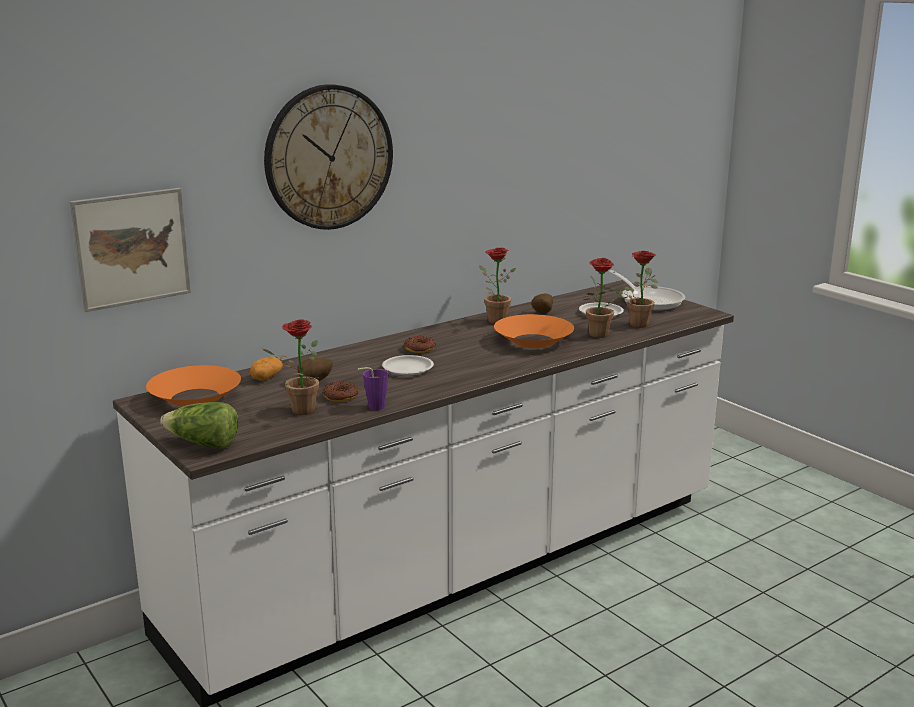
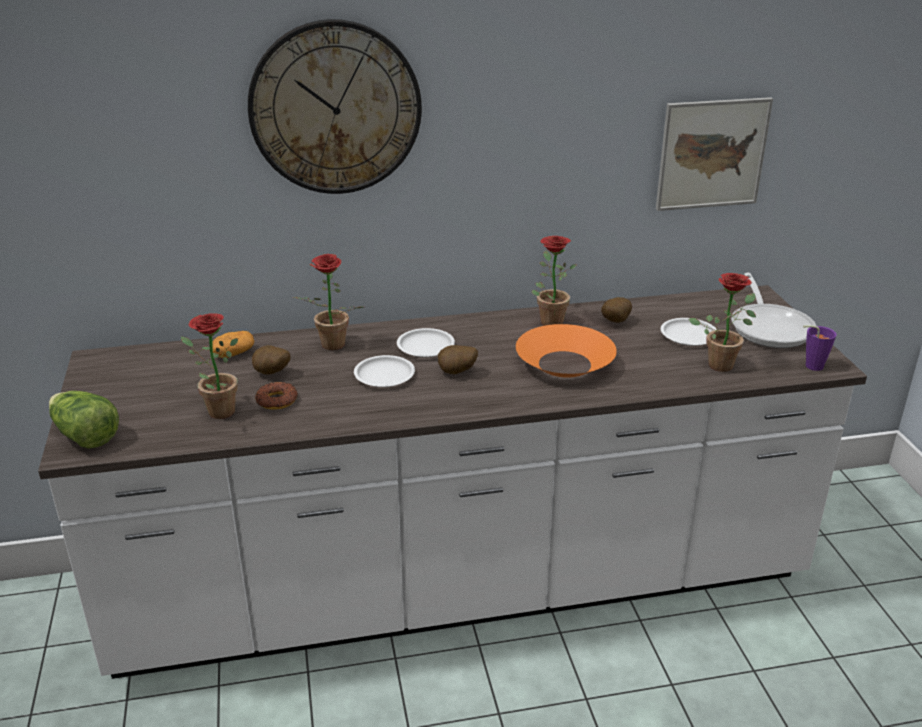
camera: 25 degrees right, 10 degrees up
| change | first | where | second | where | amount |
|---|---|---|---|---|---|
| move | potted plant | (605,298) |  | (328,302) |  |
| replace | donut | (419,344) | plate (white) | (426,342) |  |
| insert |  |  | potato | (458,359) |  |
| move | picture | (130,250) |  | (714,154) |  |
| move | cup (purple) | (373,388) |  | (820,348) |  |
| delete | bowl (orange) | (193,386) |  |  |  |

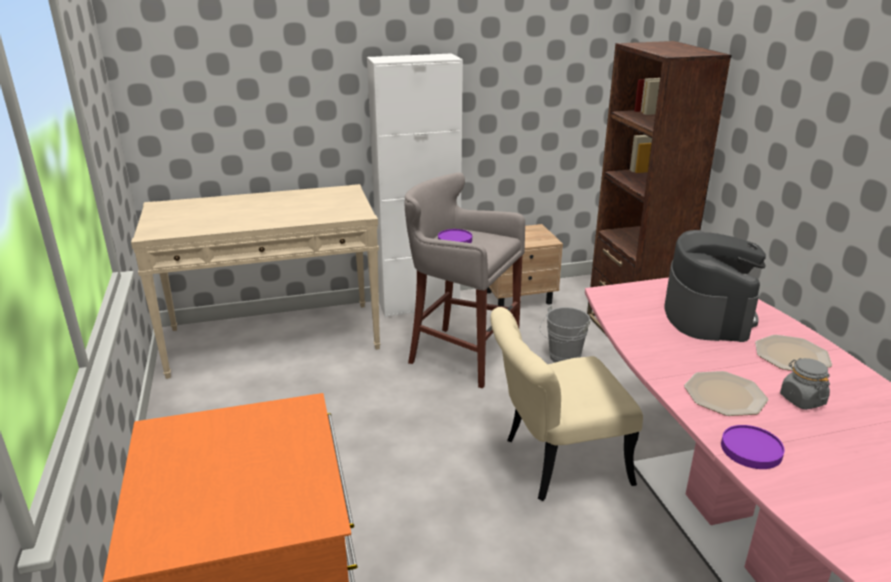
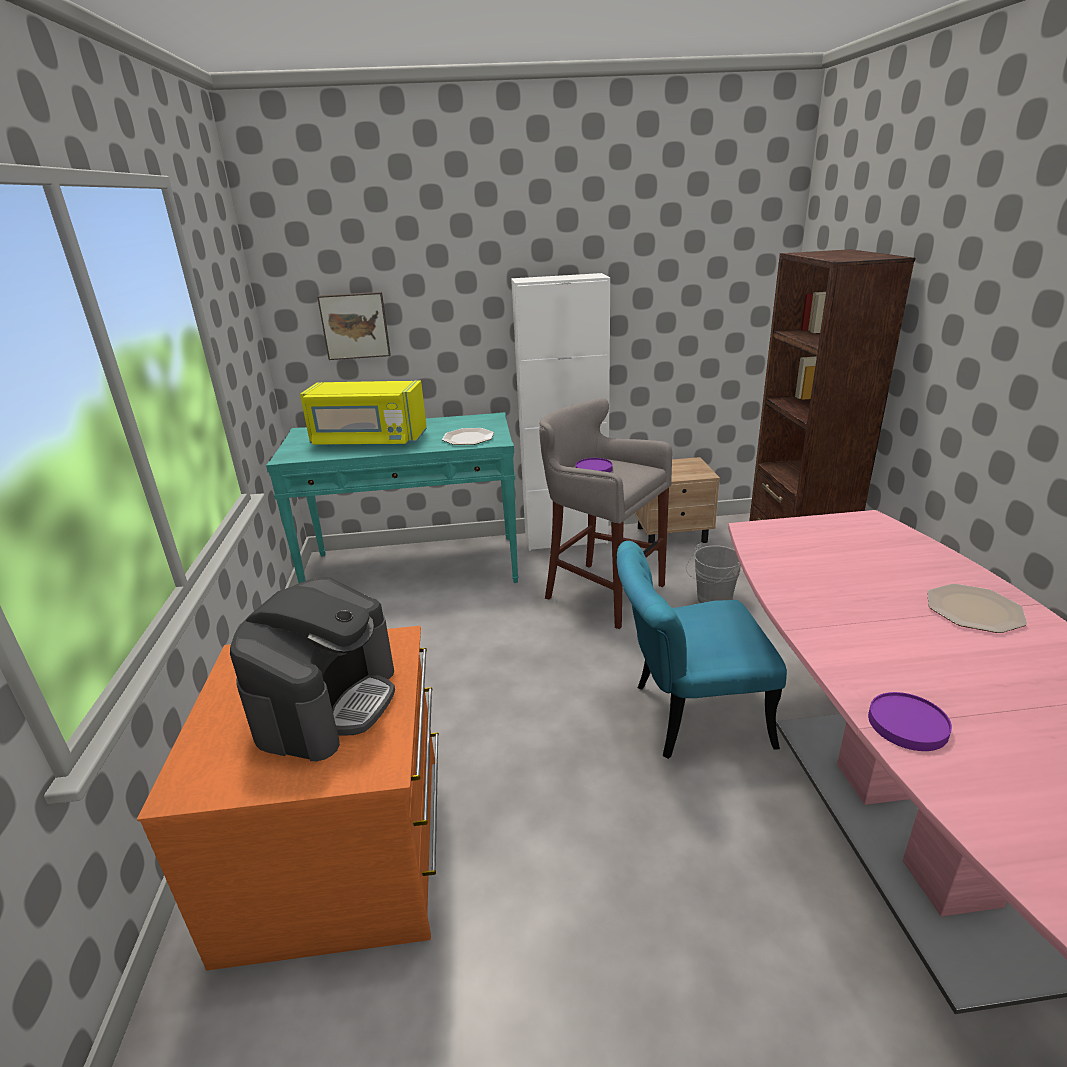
camera: 10 degrees right, 0 degrees up
| change | first | where | second | where | amount |
|---|---|---|---|---|---|
| move | coffee machine | (715,286) |  | (312,669) |  |
| recolor | console table (beige) | (255,281) | console table (turquoise) | (392,497) |  |
| insert |  |  | microwave (yellow) | (363,413) |  |
| insert |  |  | picture | (354,326) |  |
| move | plate | (726,393) |  | (468,436) |  |
| recolor | chair (beige) | (566,404) | chair (turquoise) | (702,650) |  |
| delete | jar (grey) | (805,384) |  |  |  |

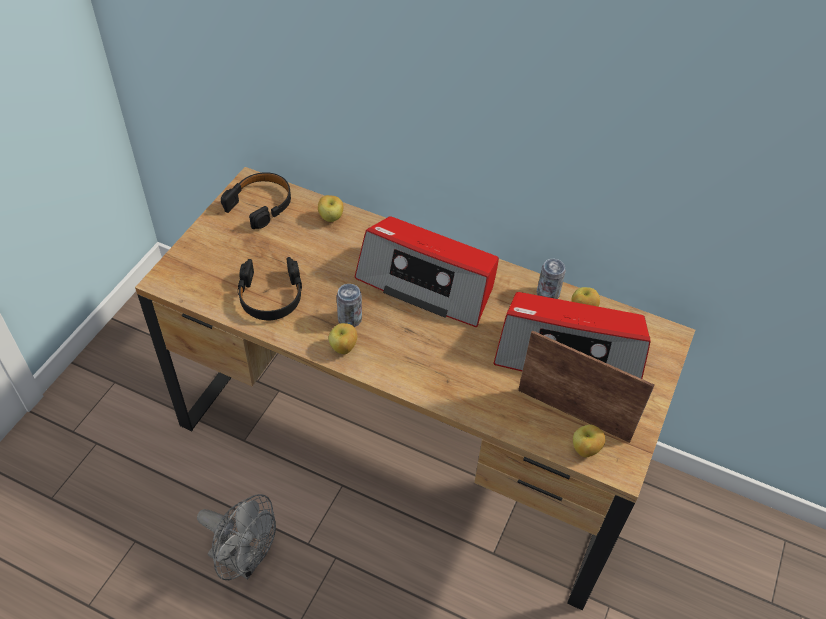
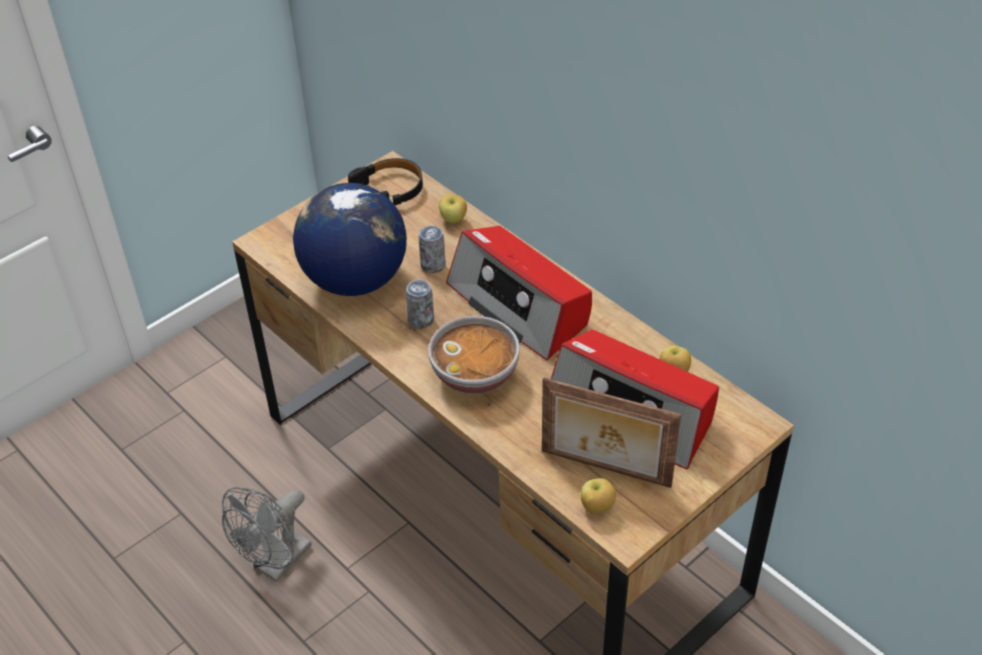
camera: 25 degrees right, 5 degrees down
| change | first | where | second | where | amount |
|---|---|---|---|---|---|
| rotate | fan (grey) | (236,537) |  | (267,534) | 75 degrees clockwise |
| replace | headphones (black) | (269,288) | globe | (350,239) |  |
| move | can | (551,279) |  | (432,249) |  |
| insert |  |  | bowl | (474,355) |  |
| rotate | picture frame | (586,386) |  | (611,433) | 150 degrees clockwise |
| delete | apple | (343,338) |  |  |  |

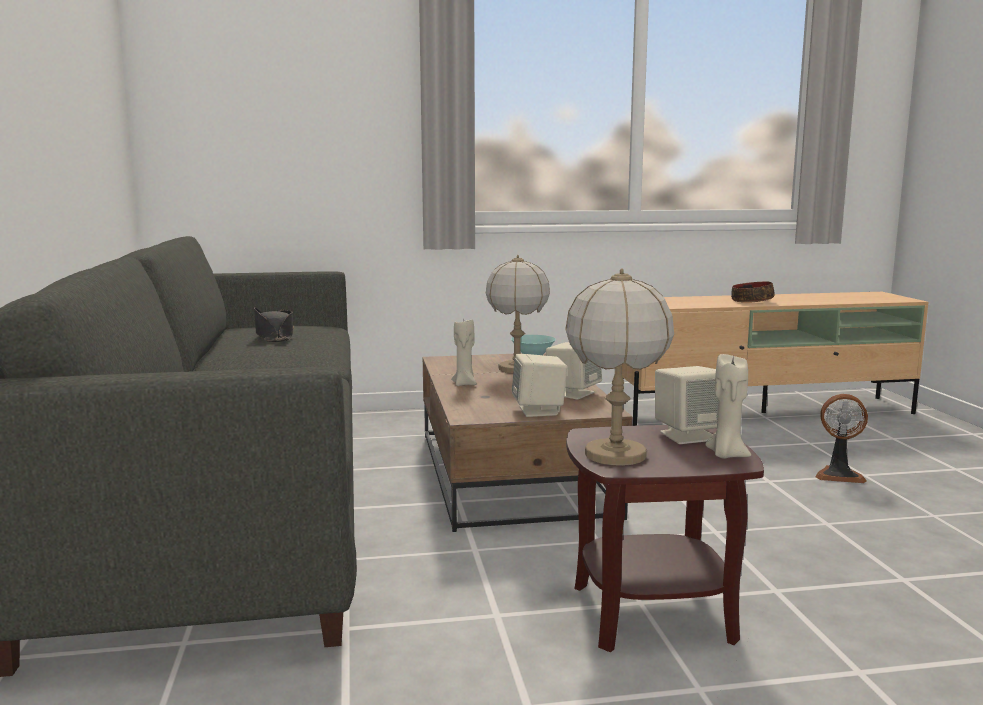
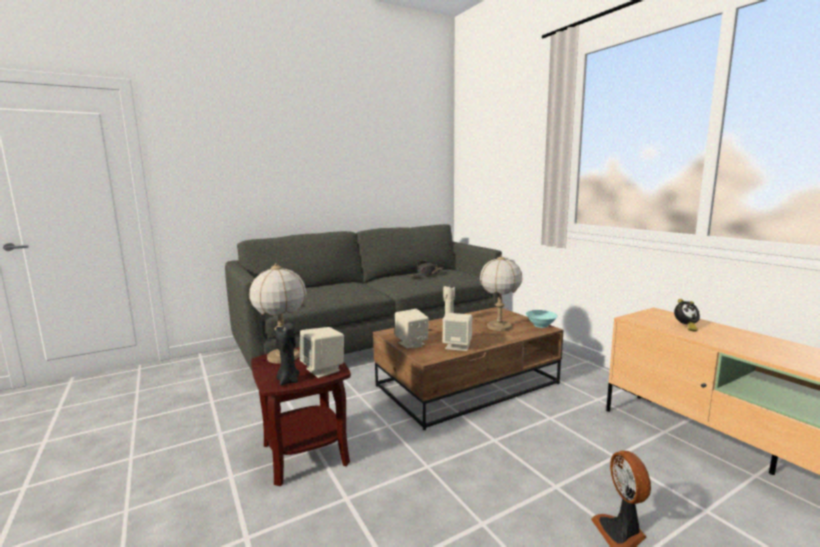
camera: 70 degrees right, 0 degrees up
| change | first | where | second | where | amount |
|---|---|---|---|---|---|
| recolor | candle (beige) | (728,406) | candle (black) | (287,354) |  |
| insert |  |  | alarm clock | (687,315) |  |
| delete | bowl | (753,292) |  |  |  |

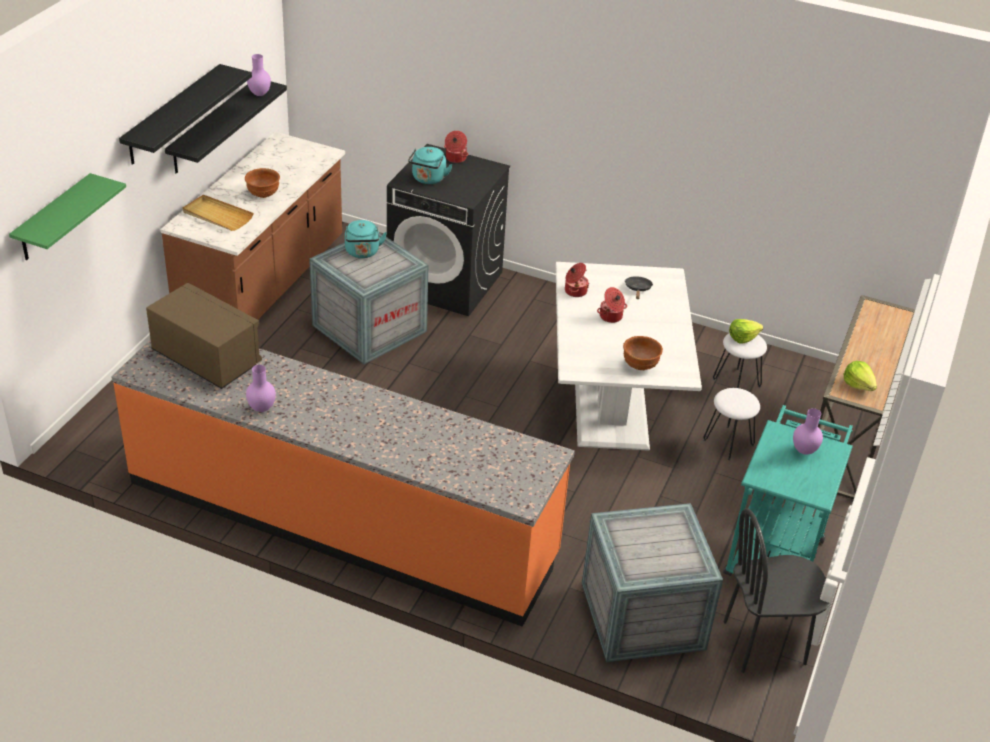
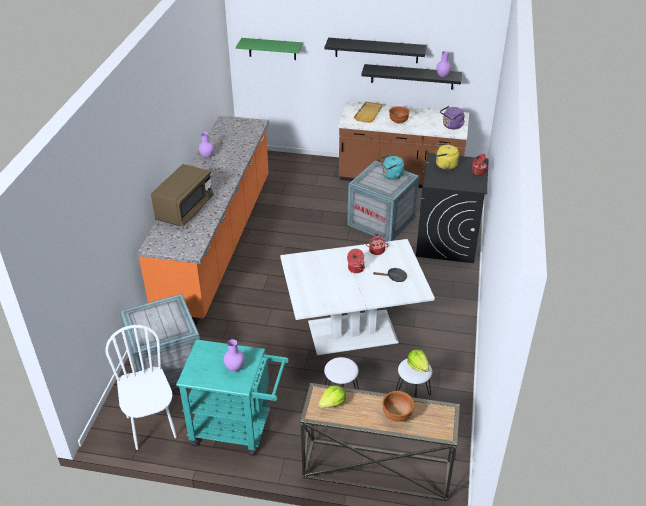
camera: 80 degrees right, 0 degrees up
| change | first | where | second | where | amount |
|---|---|---|---|---|---|
| recolor | chair (black) | (777,590) | chair (white) | (141,387) |  |
| move | microwave (brown) | (204,336) |  | (182,195) |  |
| move | bowl (brown) | (643,353) |  | (398,406) |  |
| recolor | kettle (turquoise) | (430,165) | kettle (yellow) | (447,156) |  |
| insert |  |  | kettle (purple) | (452,117) |  |

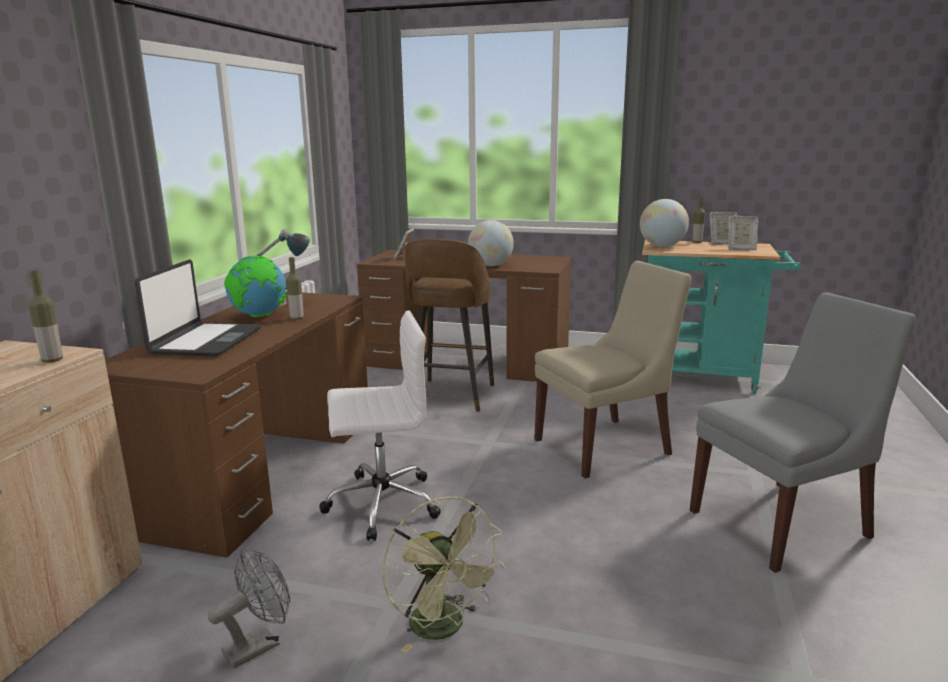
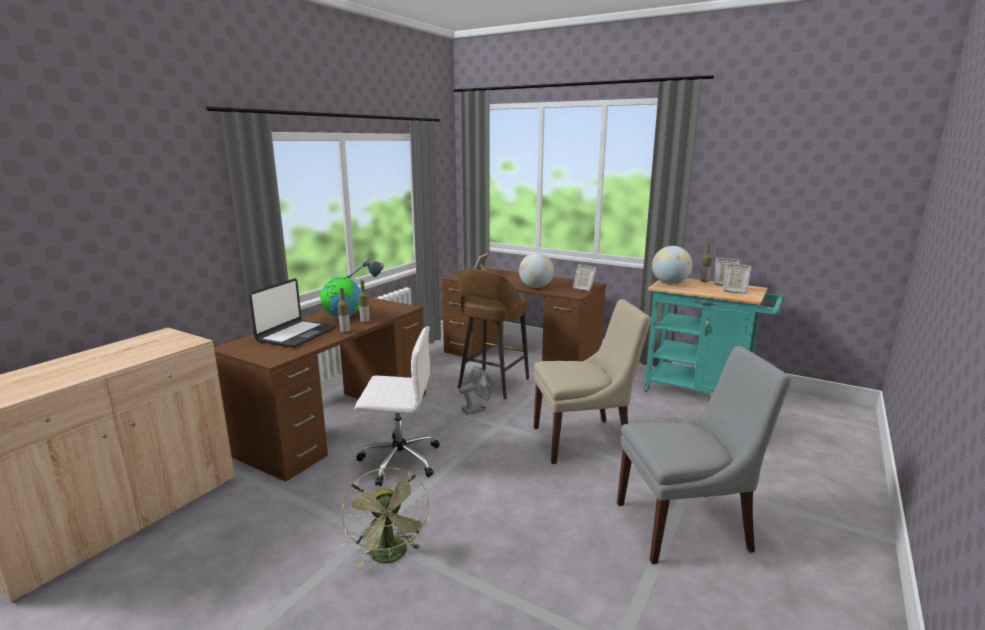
camera: 15 degrees right, 0 degrees up
| change | first | where | second | where | amount |
|---|---|---|---|---|---|
| move | bottle | (45,317) |  | (344,310) |  |
| move | fan (grey) | (249,609) |  | (475,390) |  |
| insert |  |  | picture frame | (585,278) |  |

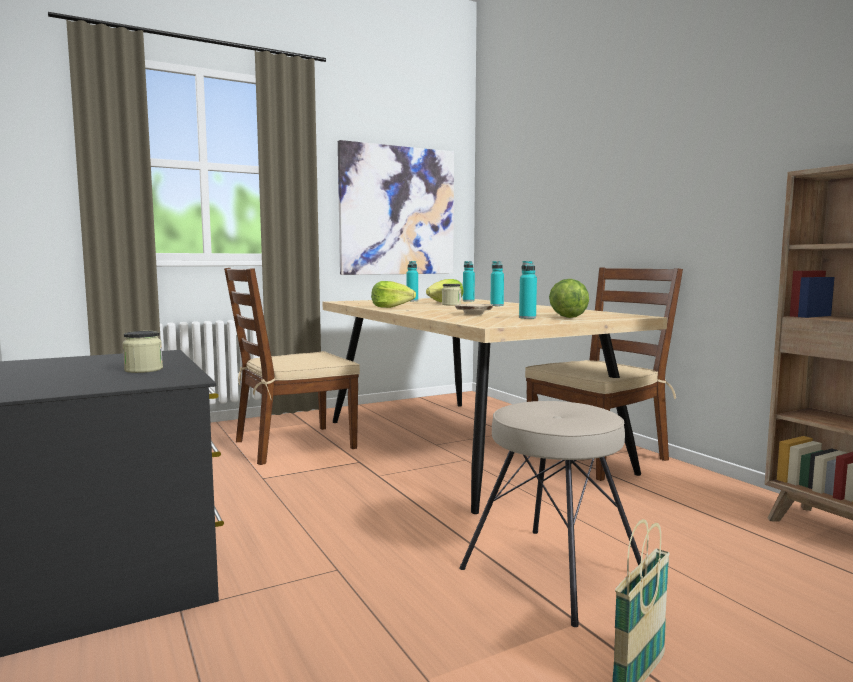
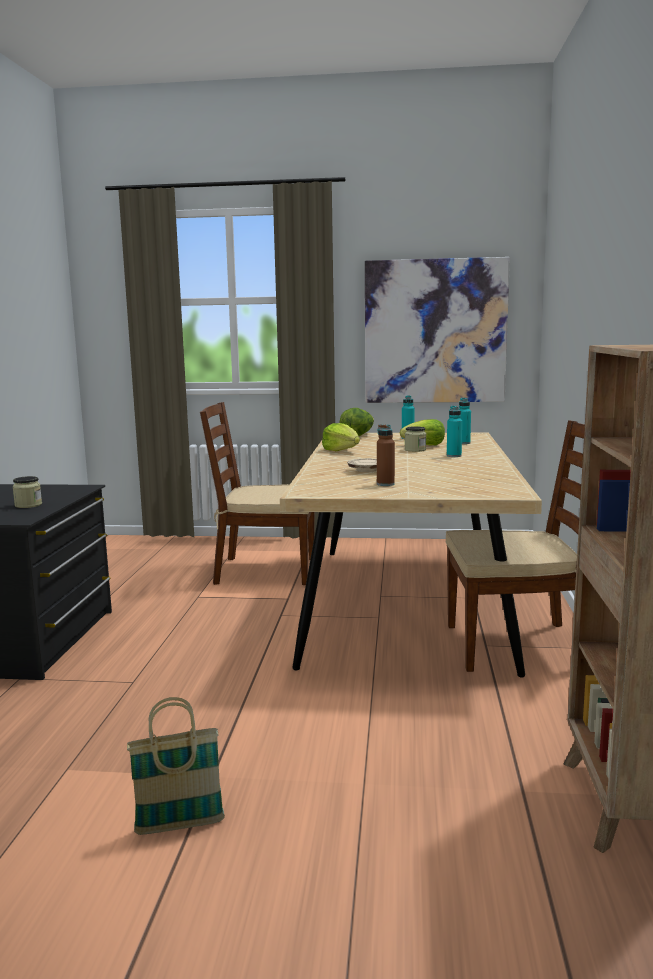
camera: 35 degrees right, 5 degrees up
| change | first | where | second | where | amount |
|---|---|---|---|---|---|
| move | lettuce | (569,298) |  | (356,422) |  |
| recolor | bottle (turquoise) | (528,290) | bottle (brown) | (386,455) |  |
| delete | stool (beige) | (550,514) |  |  |  |

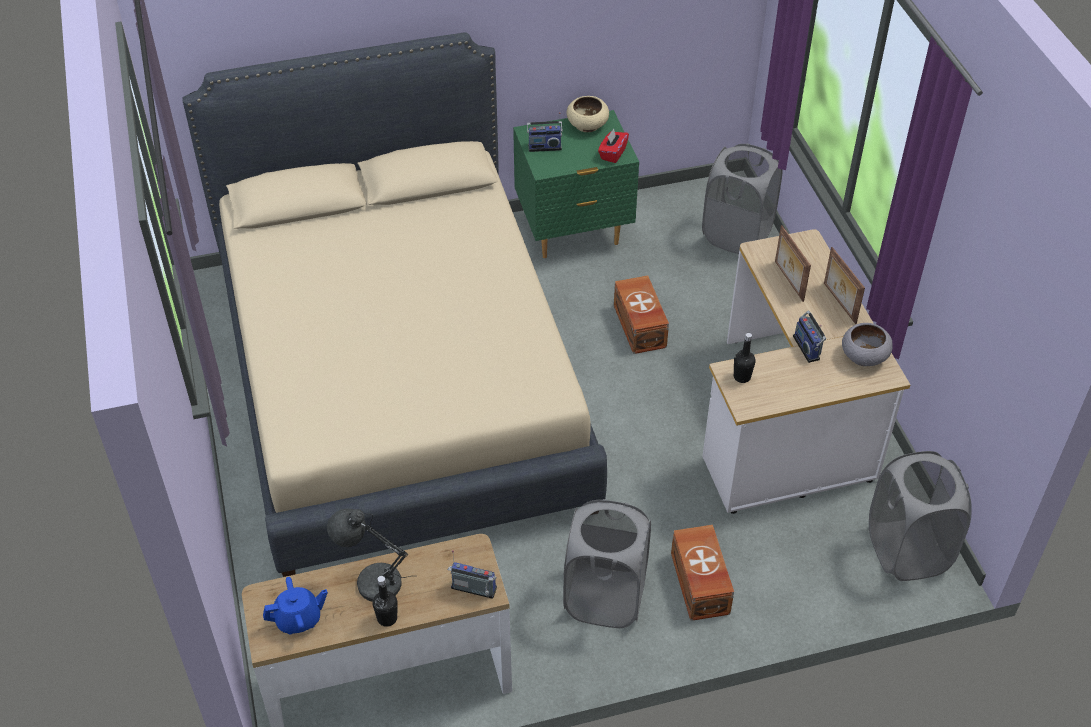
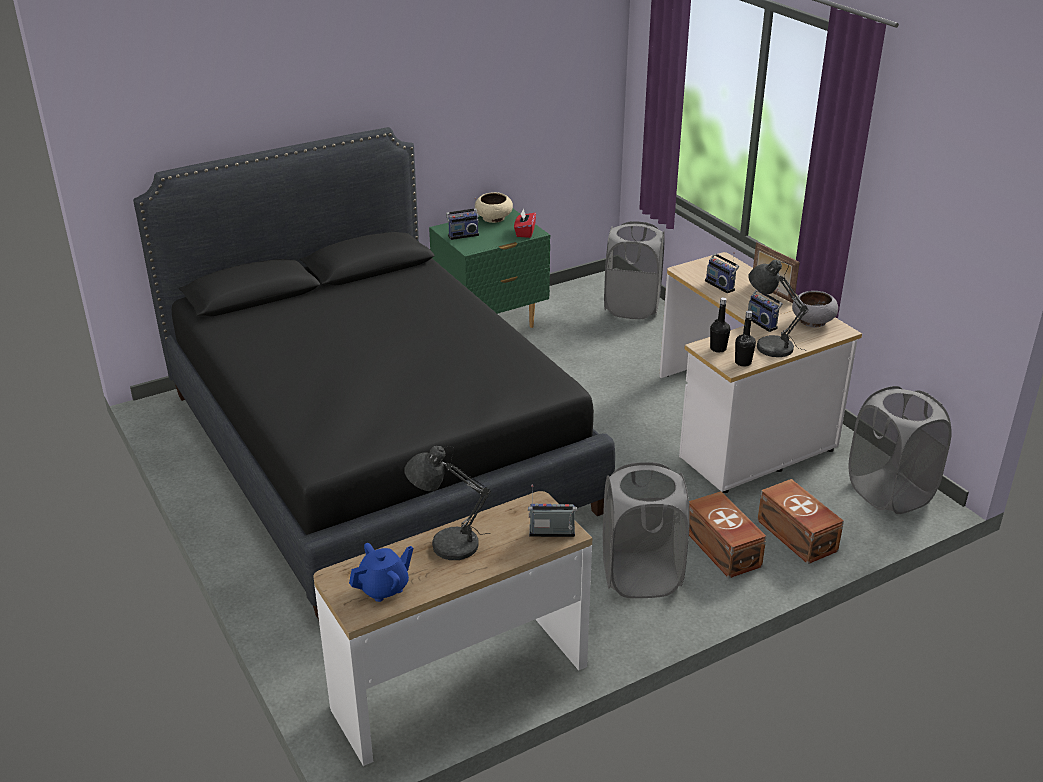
camera: 15 degrees left, 15 degrees down
| change | first | where | second | where | amount |
|---|---|---|---|---|---|
| recolor | bed (beige) | (394,304) | bed (black) | (374,373) |  |
| replace | picture frame | (793,263) | radio | (722,272) |  |
| move | bottle (black) | (385,601) |  | (745,338) |  |
| insert |  |  | table lamp (grey) | (778,308) |  |
| move | storage box (brown) | (641,314) |  | (800,521) |  |

